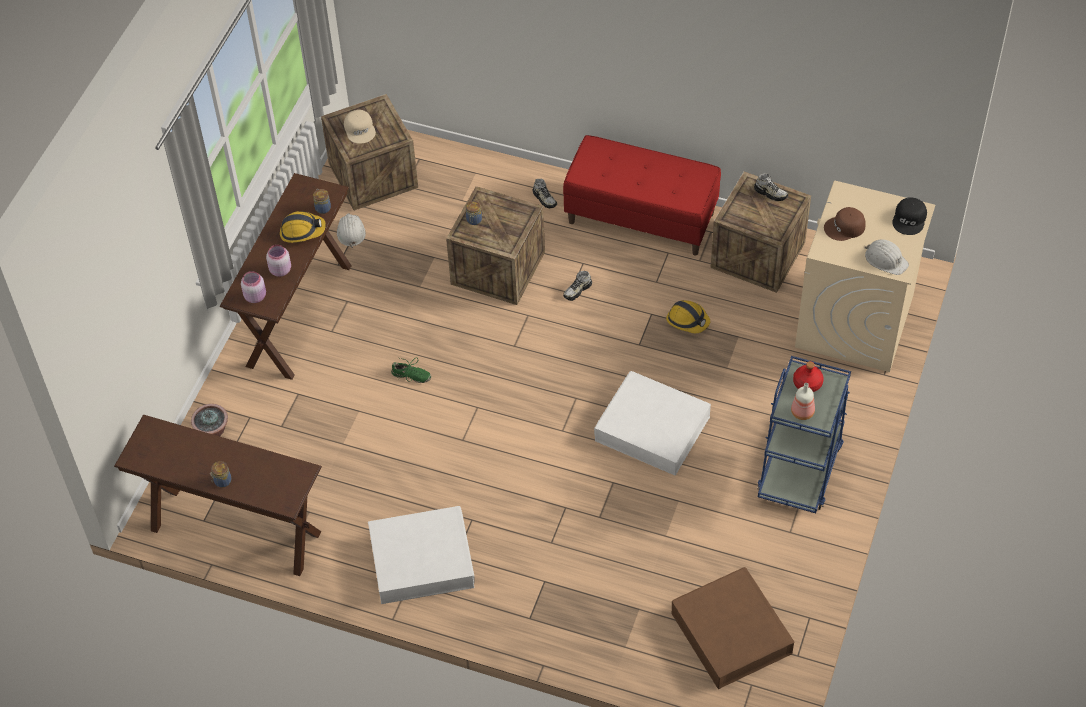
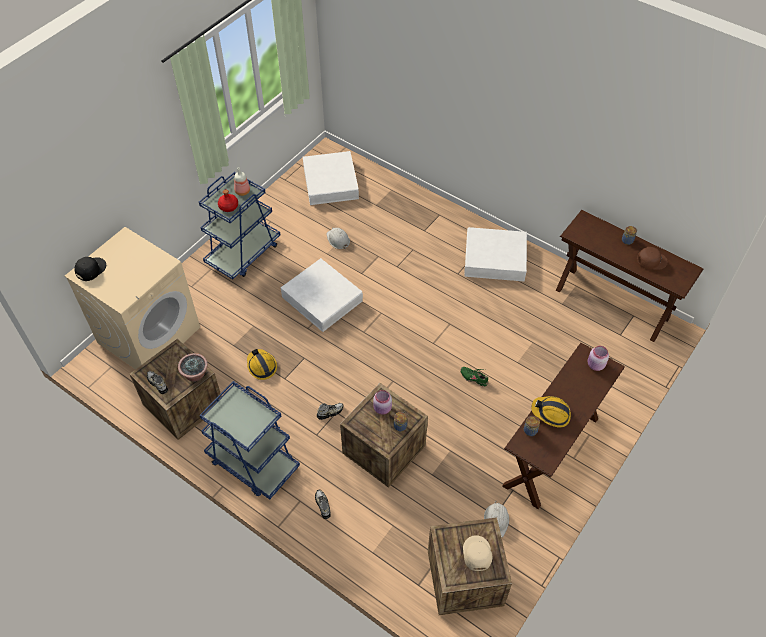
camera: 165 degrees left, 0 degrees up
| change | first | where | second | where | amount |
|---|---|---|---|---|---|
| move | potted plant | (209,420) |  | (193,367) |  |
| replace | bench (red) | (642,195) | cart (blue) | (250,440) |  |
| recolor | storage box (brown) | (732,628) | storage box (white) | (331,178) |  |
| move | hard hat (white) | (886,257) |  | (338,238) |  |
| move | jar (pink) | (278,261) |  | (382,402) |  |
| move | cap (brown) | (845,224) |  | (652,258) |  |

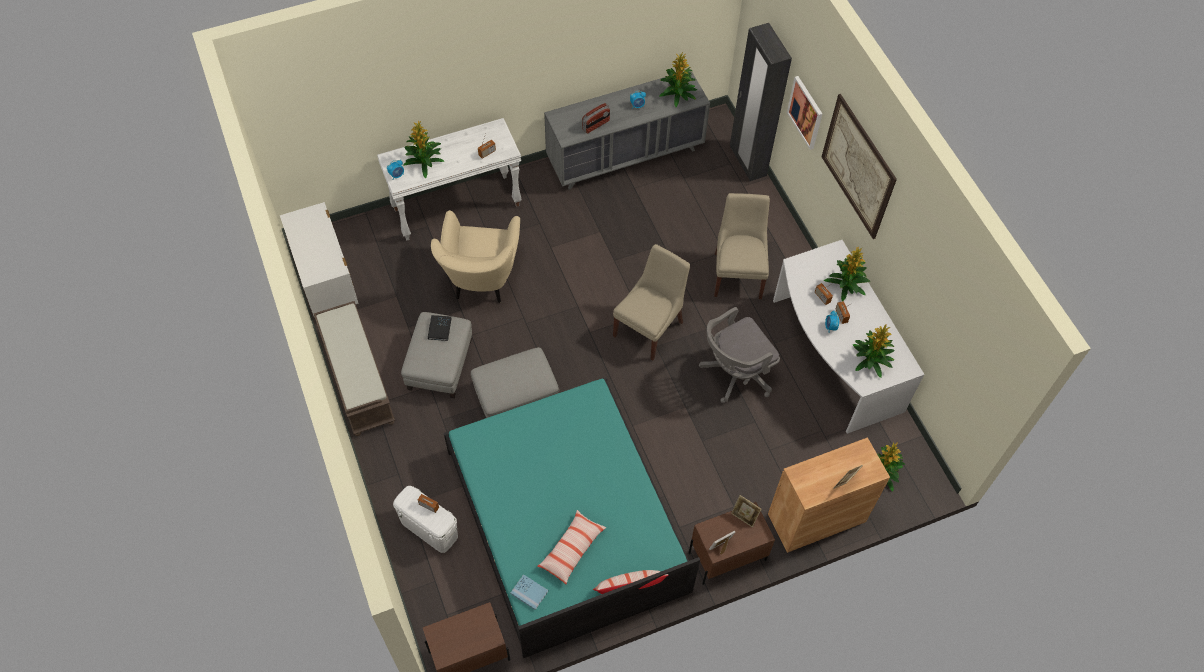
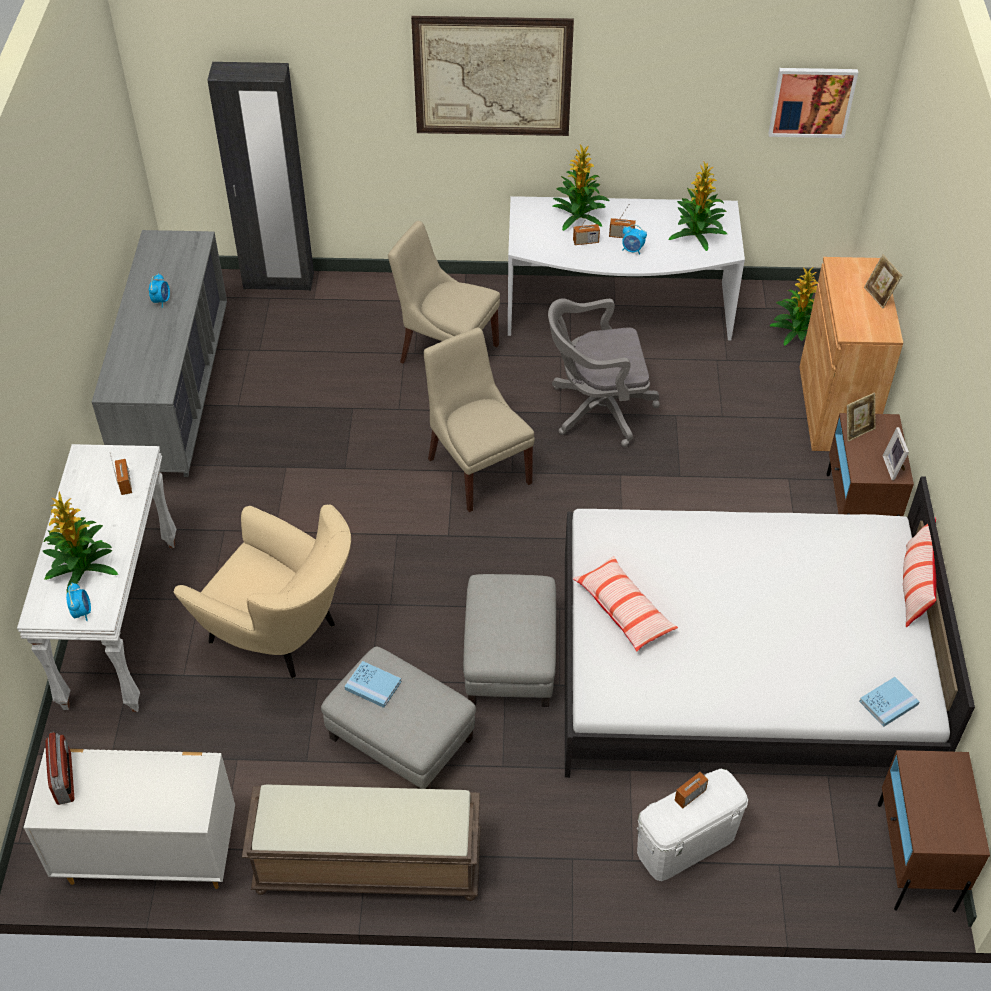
camera: 65 degrees left, 10 degrees down
| change | first | where | second | where | amount |
|---|---|---|---|---|---|
| move | radio | (596,118) |  | (59,768) |  |
| recolor | book (black) | (440,328) | book (blue) | (372,684) |  |
| rotate | office chair (grey) | (739,355) |  | (604,372) | 90 degrees clockwise |
| recolor | bed (turquoise) | (572,517) | bed (white) | (770,627) |  |
| move | pillow | (571,547) |  | (625,604) |  |
| move | picture | (804,113) |  | (813,103) |  |
| delete | potted plant | (678,79) |  |  |  |

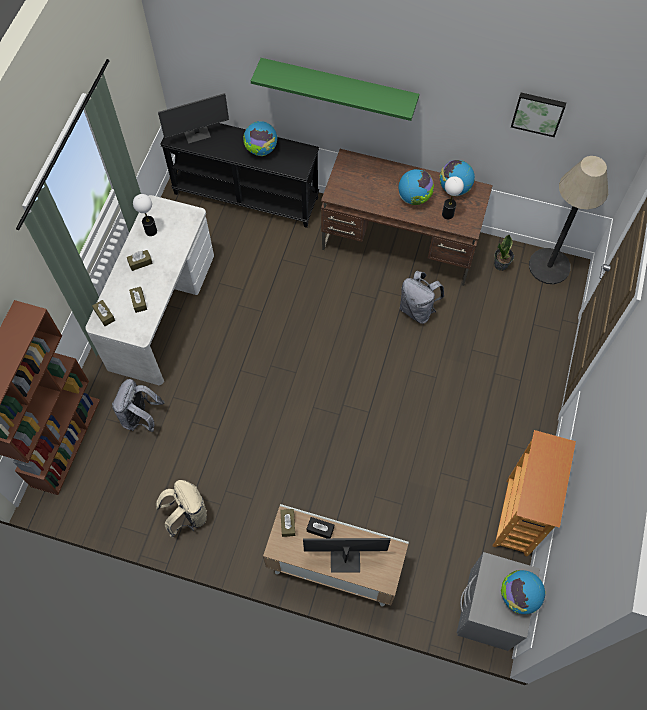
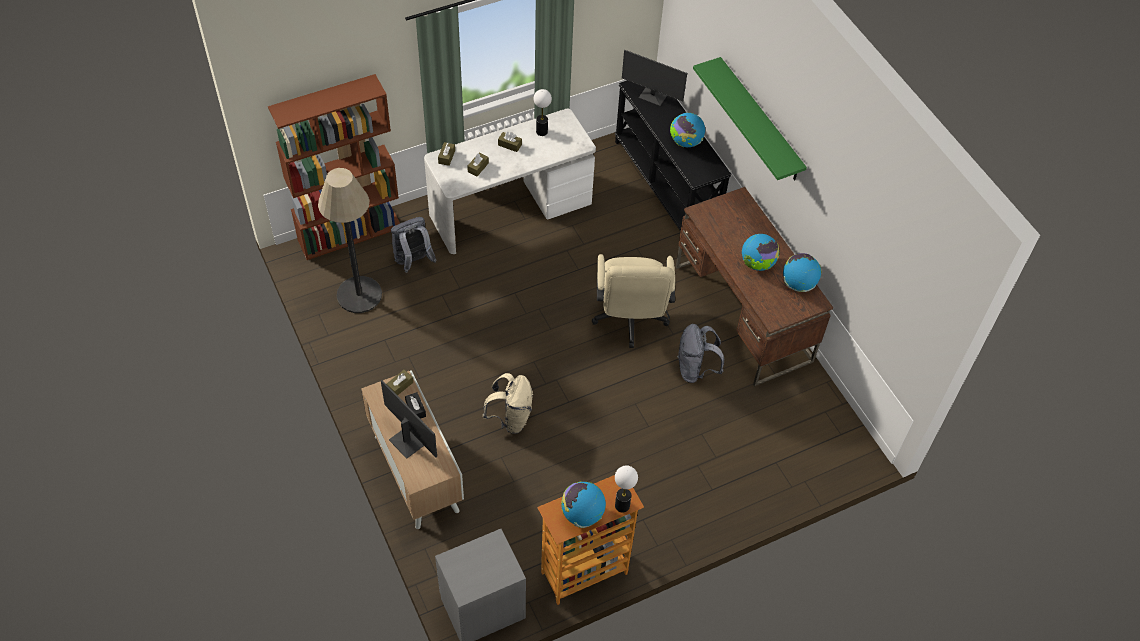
camera: 45 degrees right, 10 degrees down
| change | first | where | second | where | amount |
|---|---|---|---|---|---|
| move | floor lamp | (568,220) |  | (350,240) |  |
| move | backpack (beige) | (181,508) |  | (508,403) |  |
| move | globe | (523,592) |  | (583,505) |  |
| insert |  |  | office chair (beige) | (633,301) |  |
| move | table lamp | (453,197) |  | (626,489) |  |
| delete | potted plant | (504,252) |  |  |  |
| delete | picture | (538,115) |  |  |  |

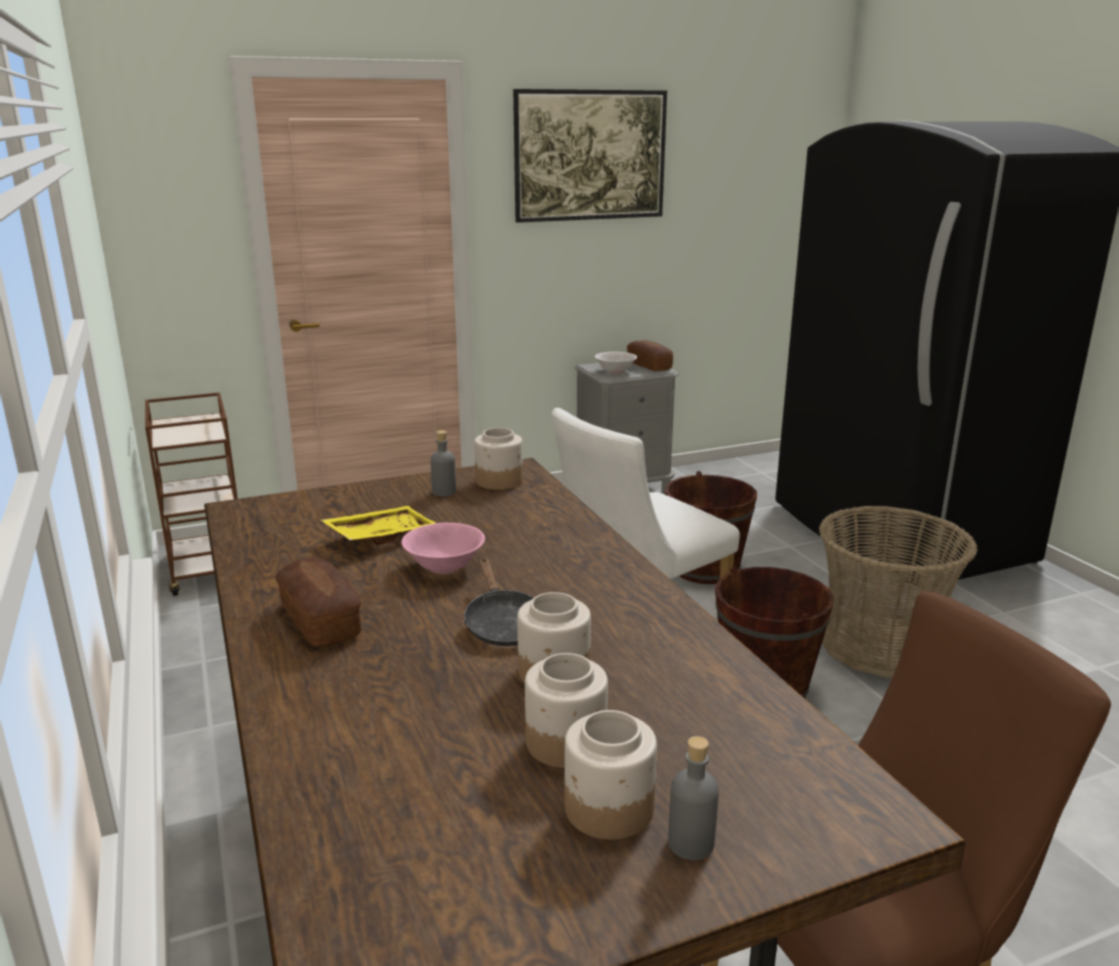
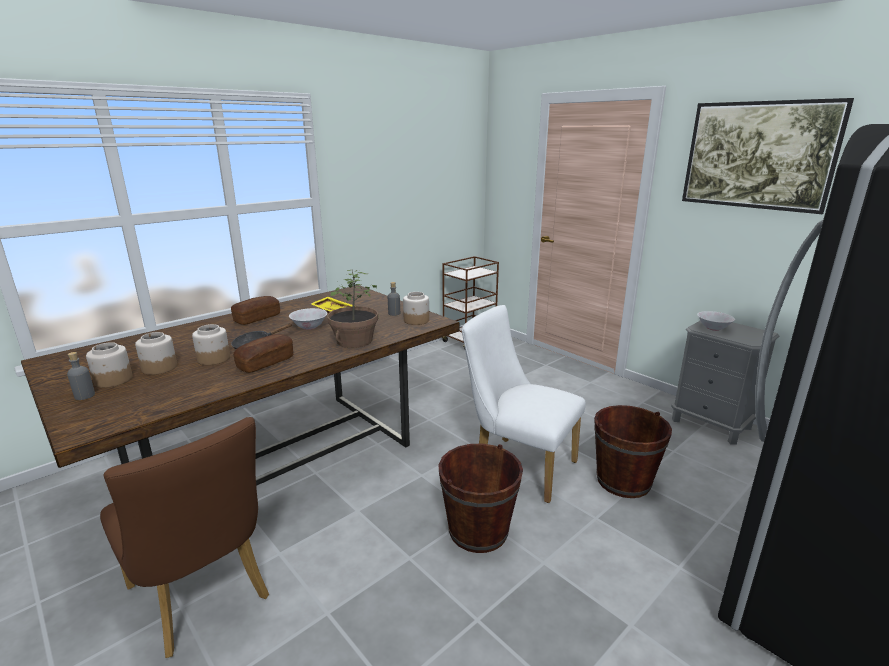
camera: 70 degrees right, 0 degrees up
| change | first | where | second | where | amount |
|---|---|---|---|---|---|
| move | bread | (650,355) |  | (263,353) |  |
| recolor | bowl (pink) | (443,548) | bowl (white) | (308,319) |  |
| insert |  |  | potted plant | (352,309) |  |
| delete | basket | (898,591) |  |  |  |

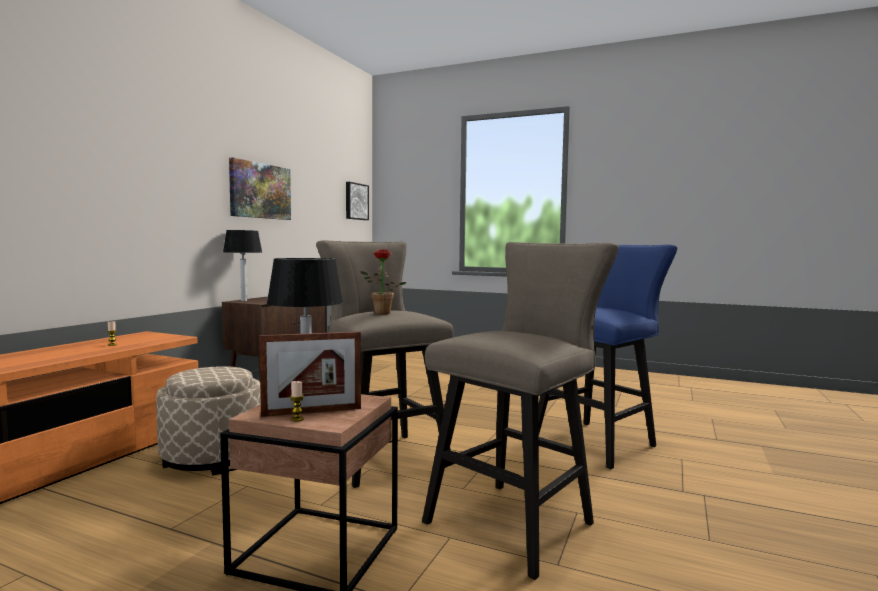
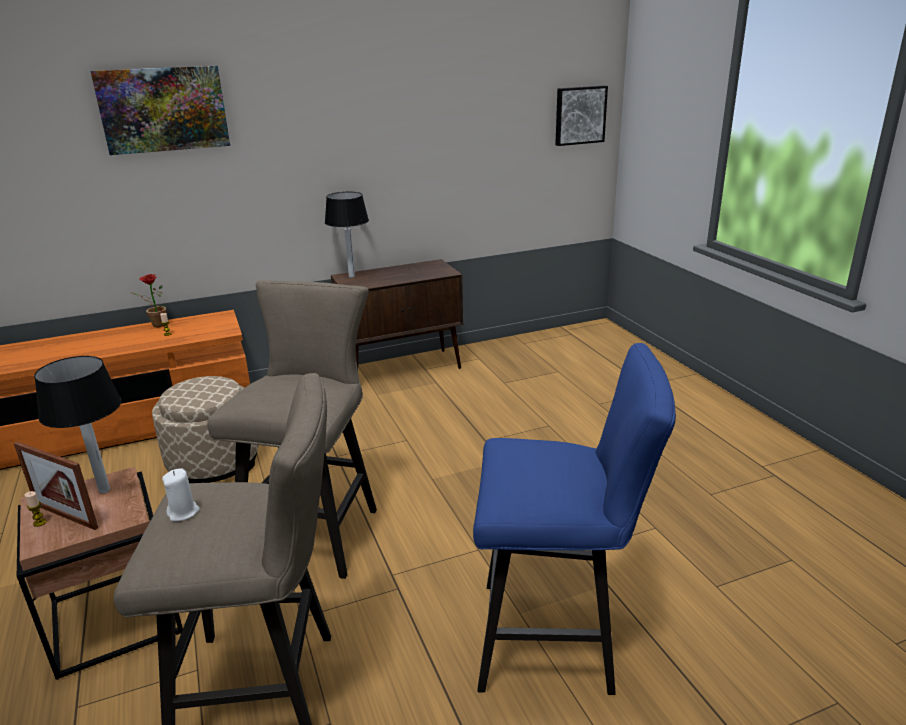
camera: 45 degrees right, 20 degrees up
| change | first | where | second | where | amount |
|---|---|---|---|---|---|
| move | picture | (260,188) |  | (160,110) |  |
| move | potted plant | (384,281) |  | (148,300) |  |
| insert |  |  | candle (white) | (181,494) |  |

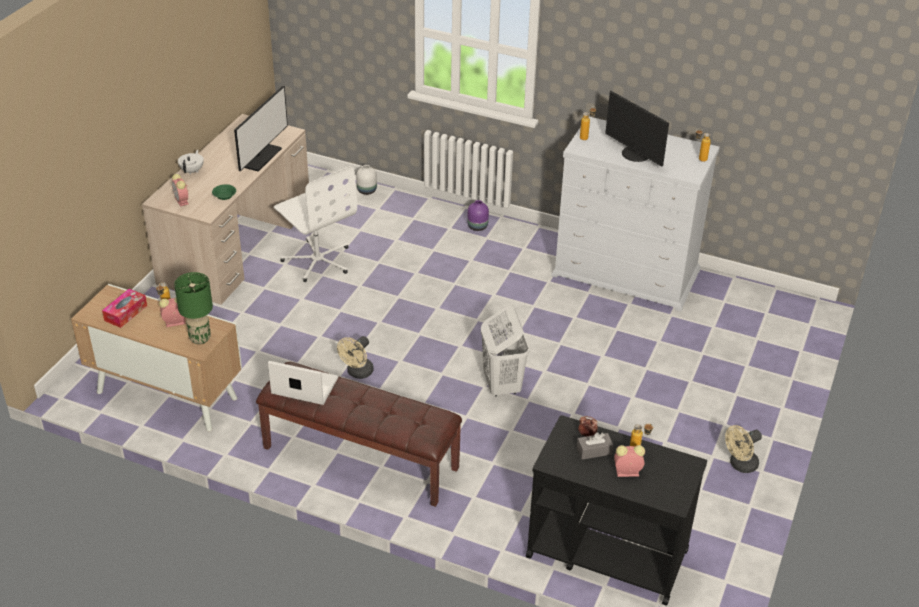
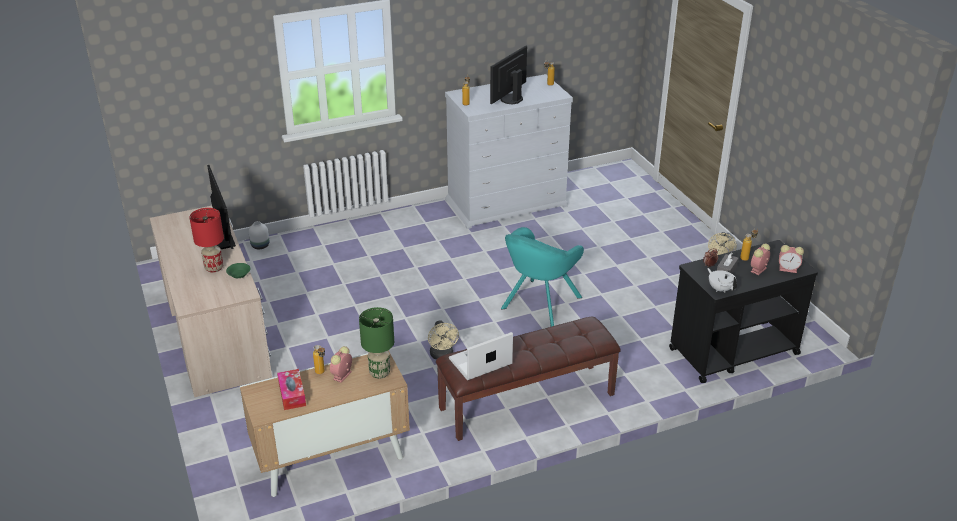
camera: 45 degrees left, 5 degrees down
| change | first | where | second | where | amount |
|---|---|---|---|---|---|
| insert |  |  | table lamp (red) | (206,240) |  |
| rotate | monitor | (637,128) |  | (508,74) | 120 degrees clockwise |
| replace | laundry basket (white) | (505,351) | armchair (turquoise) | (542,277) |  |
| move | teapot (white) | (191,162) |  | (722,280) |  |
| move | alarm clock | (180,190) |  | (791,259) |  |
| delete | office chair (white) | (315,224) |  |  |  |
| delete | vase (purple) | (478,215) |  |  |  |

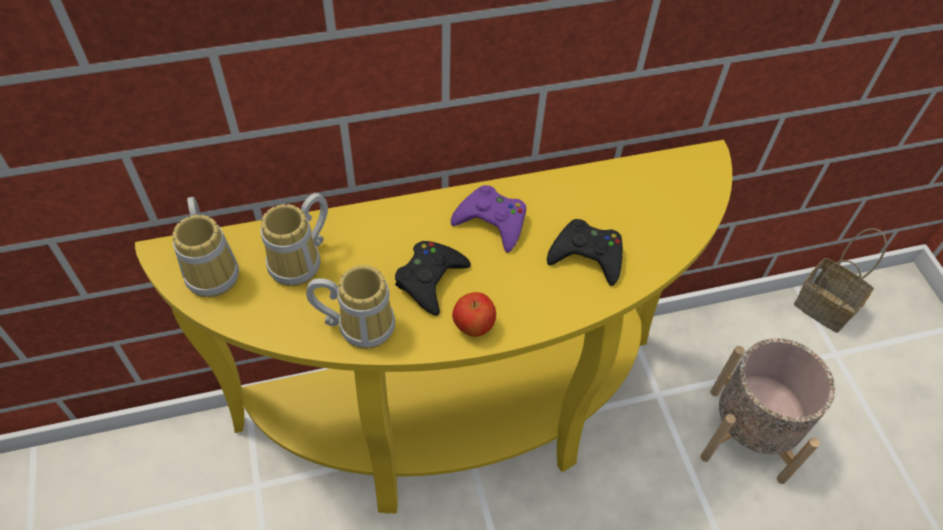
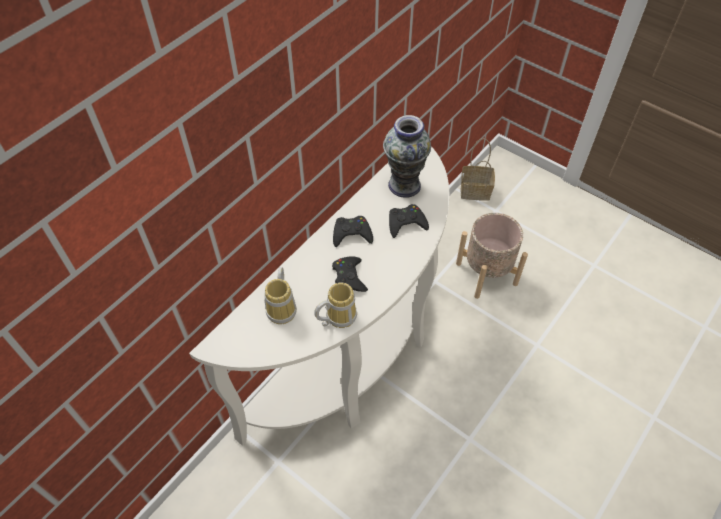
camera: 35 degrees left, 0 degrees up
| change | first | where | second | where | amount |
|---|---|---|---|---|---|
| recolor | console table (yellow) | (433,327) | console table (white) | (319,296) |  |
| recolor | game controller (purple) | (488,219) | game controller (black) | (353,231) |  |
| insert |  |  | vase | (407,156) |  |
| delete | mug | (206,247) |  |  |  |
| delete | apple | (474,314) |  |  |  |

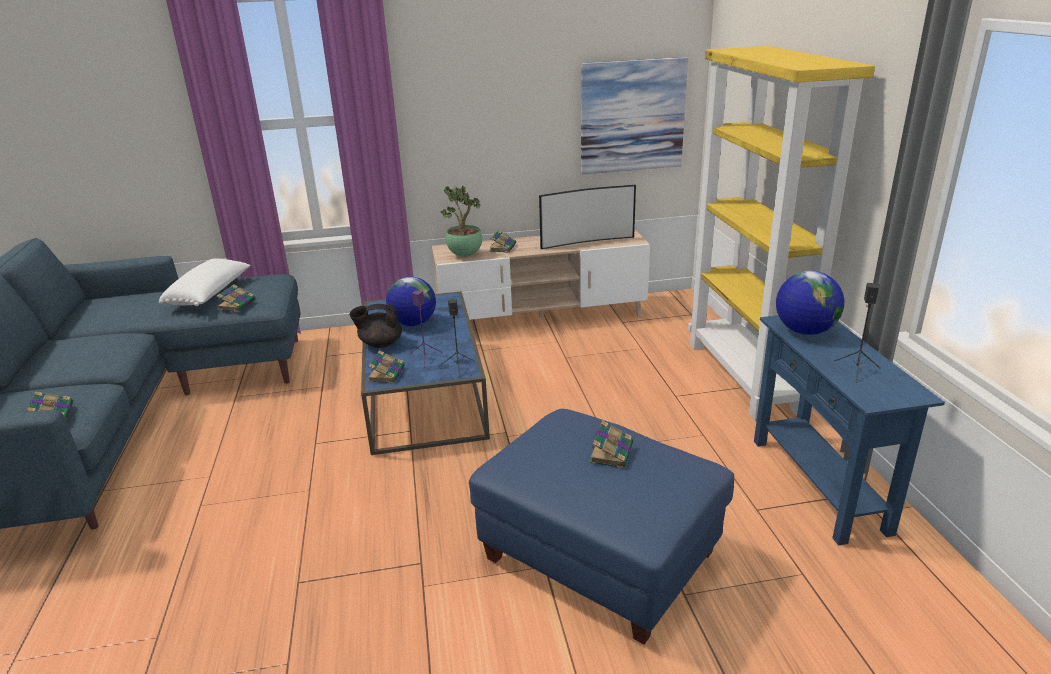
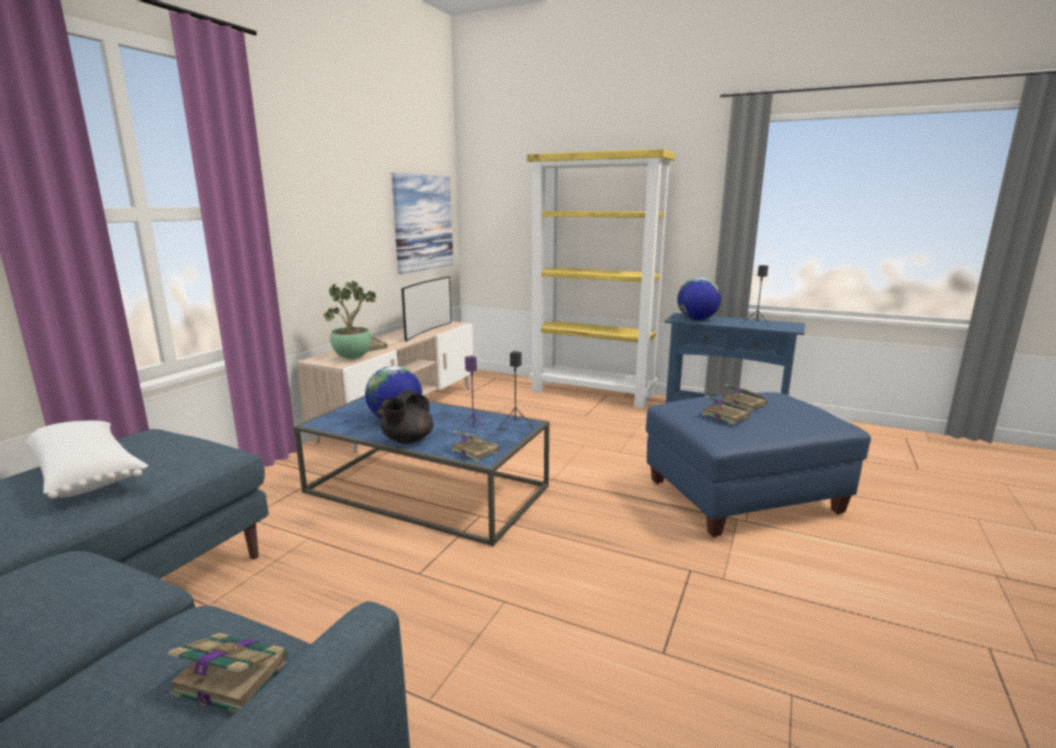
camera: 55 degrees left, 10 degrees down
| change | first | where | second | where | amount |
|---|---|---|---|---|---|
| move | book | (235,298) |  | (726,410) |  |

